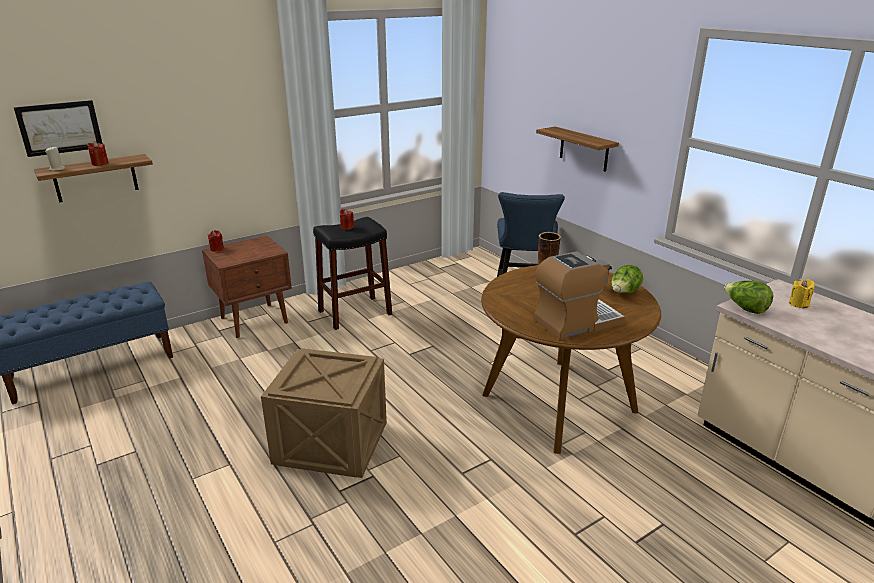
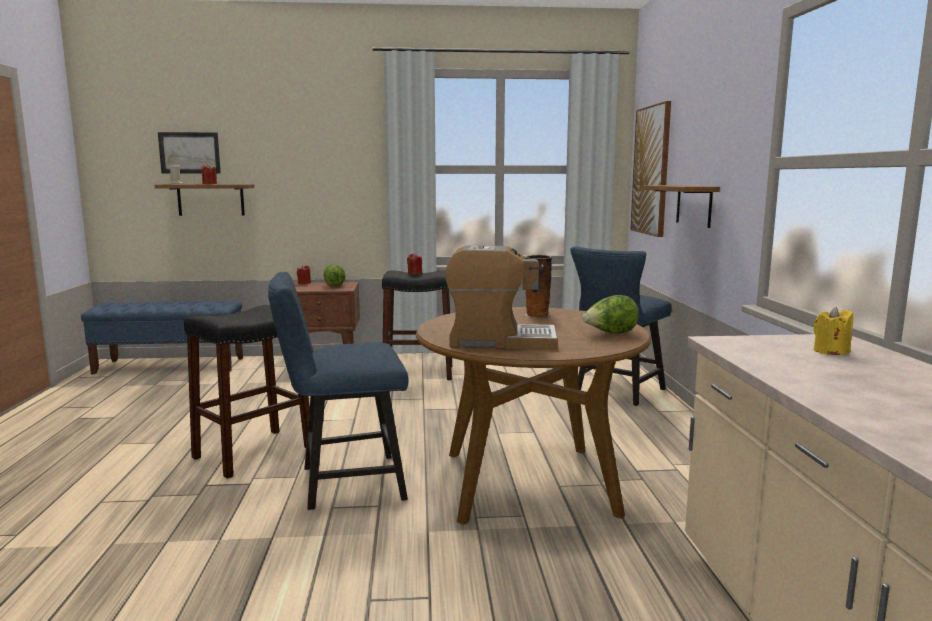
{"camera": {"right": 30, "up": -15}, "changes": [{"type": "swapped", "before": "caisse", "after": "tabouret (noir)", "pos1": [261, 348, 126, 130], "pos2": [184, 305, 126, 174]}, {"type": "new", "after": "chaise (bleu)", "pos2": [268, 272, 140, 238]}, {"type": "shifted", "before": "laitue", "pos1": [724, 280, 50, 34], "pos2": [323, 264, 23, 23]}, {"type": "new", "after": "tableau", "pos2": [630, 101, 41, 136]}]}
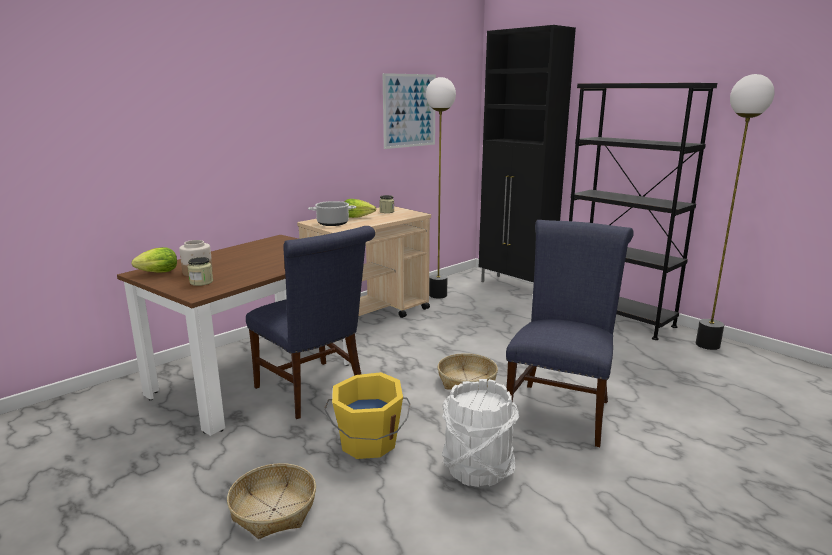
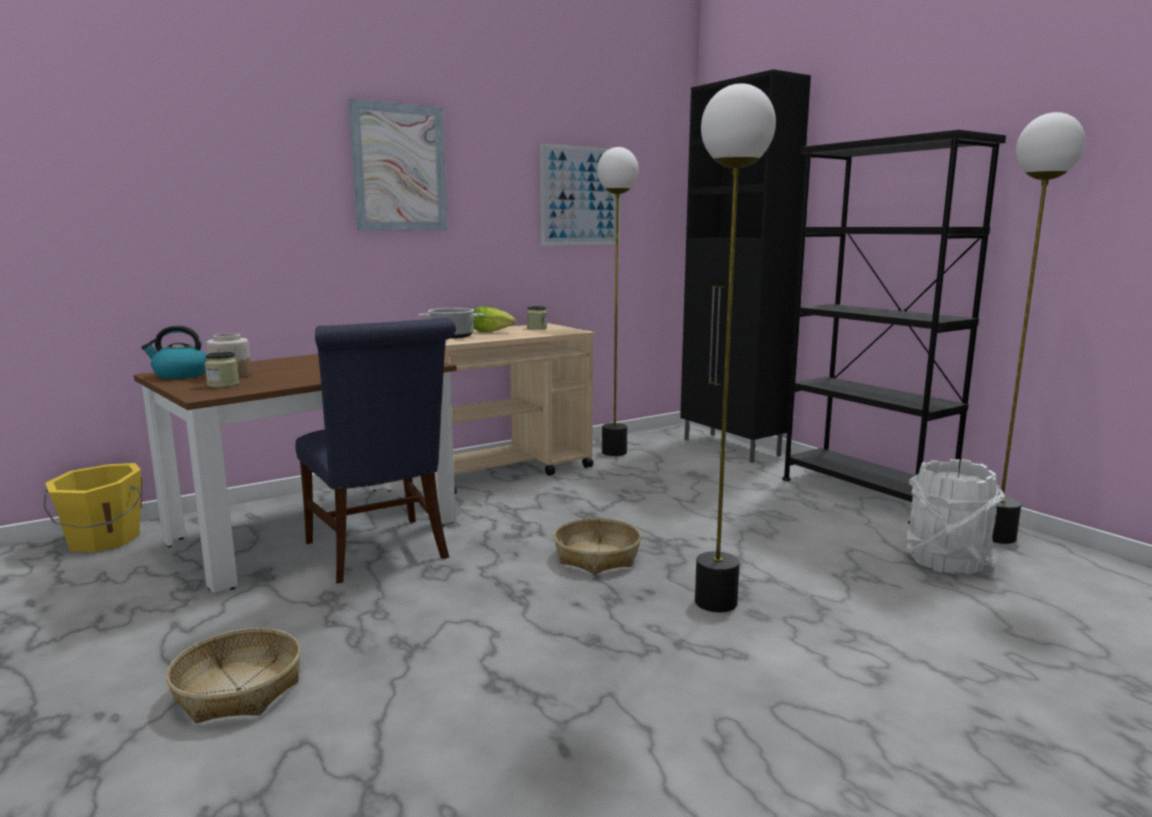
{"camera": {"right": 10, "up": -5}, "changes": [{"type": "shifted", "before": "seau (jaune)", "pos1": [324, 372, 86, 87], "pos2": [44, 463, 98, 89]}, {"type": "swapped", "before": "laitue", "after": "bouilloire", "pos1": [131, 247, 46, 25], "pos2": [141, 325, 66, 54]}, {"type": "new", "after": "tableau", "pos2": [348, 99, 100, 132]}, {"type": "swapped", "before": "chaise (bleu)", "after": "lampadaire", "pos1": [506, 220, 128, 227], "pos2": [695, 83, 81, 529]}, {"type": "shifted", "before": "seau (blanc)", "pos1": [442, 379, 77, 108], "pos2": [904, 459, 101, 115]}]}
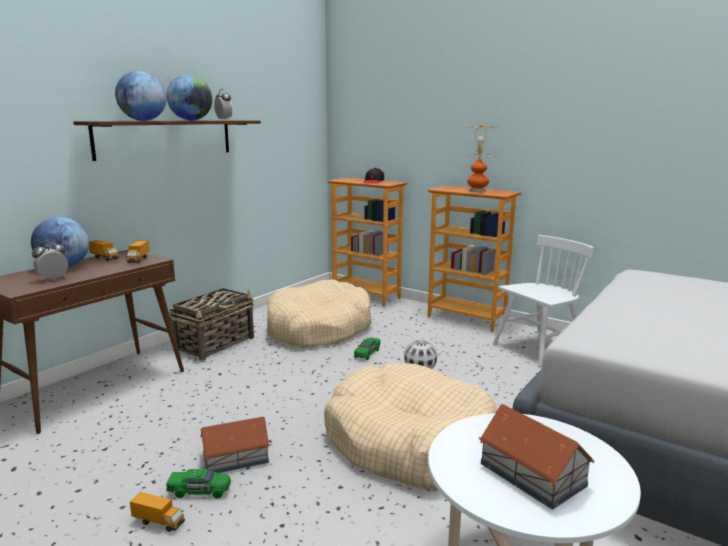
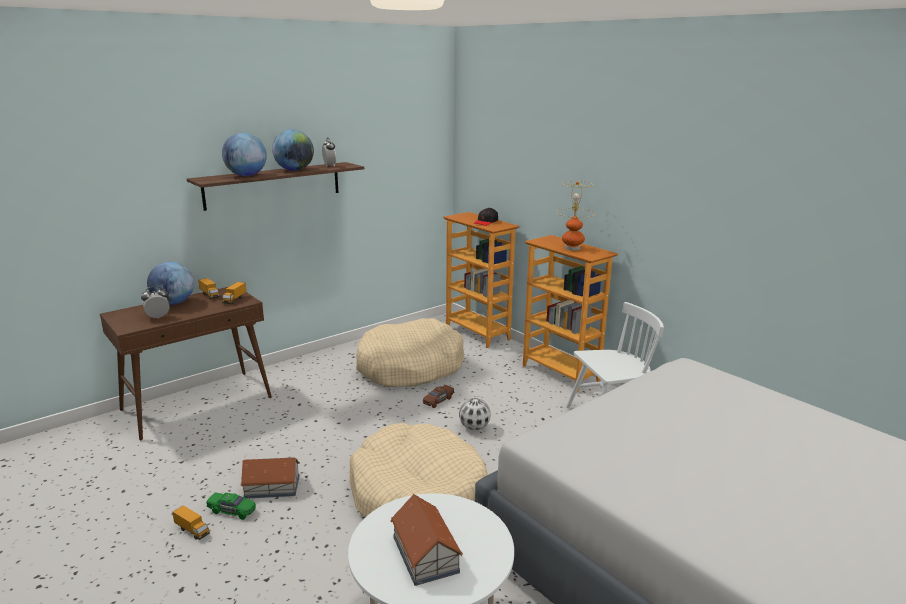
{"camera": {"right": 15, "up": 5}, "changes": [{"type": "repainted", "before": "petite voiture (vert)", "after": "petite voiture (marron)", "pos1": [354, 337, 27, 23], "pos2": [423, 385, 31, 23]}, {"type": "gone", "before": "panier", "pos1": [169, 288, 85, 73]}]}
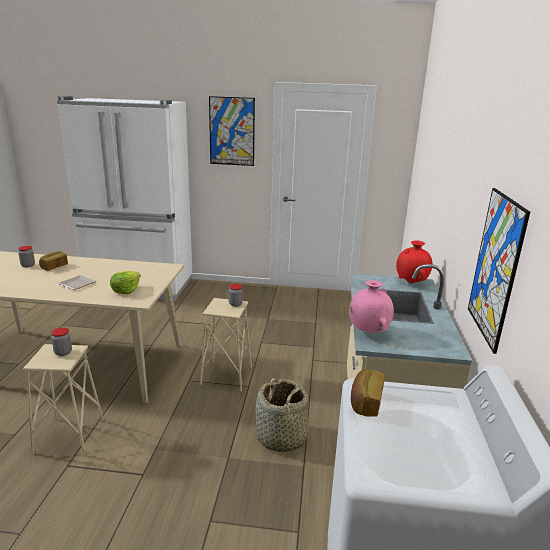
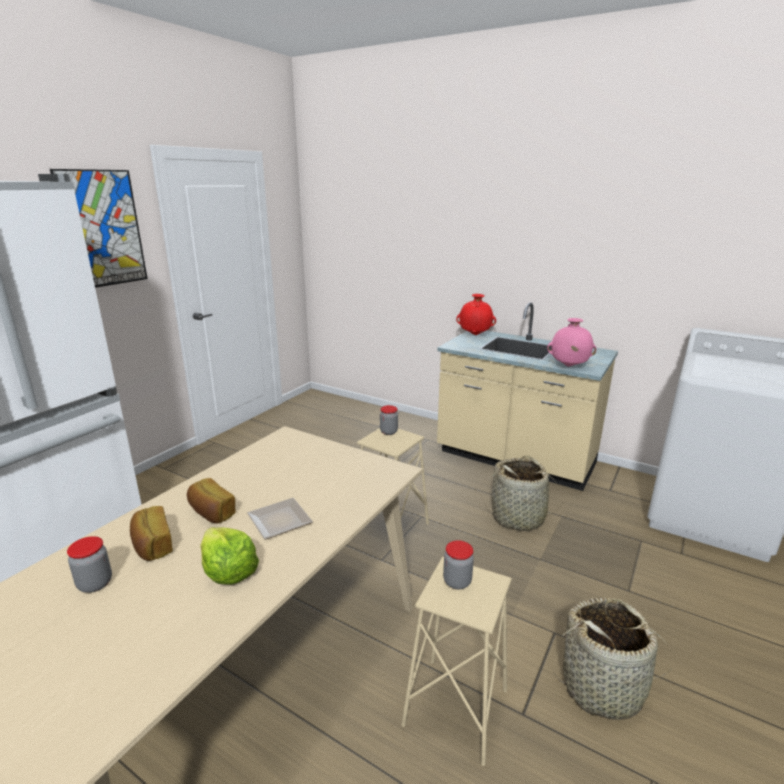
{"camera": {"right": -65, "up": 0}, "changes": [{"type": "shifted", "before": "pain", "pos1": [351, 369, 34, 48], "pos2": [187, 478, 49, 46]}, {"type": "shifted", "before": "laitue", "pos1": [110, 271, 31, 23], "pos2": [200, 527, 59, 57]}, {"type": "new", "after": "panier", "pos2": [553, 597, 122, 123]}, {"type": "gone", "before": "tableau", "pos1": [468, 188, 62, 166]}]}
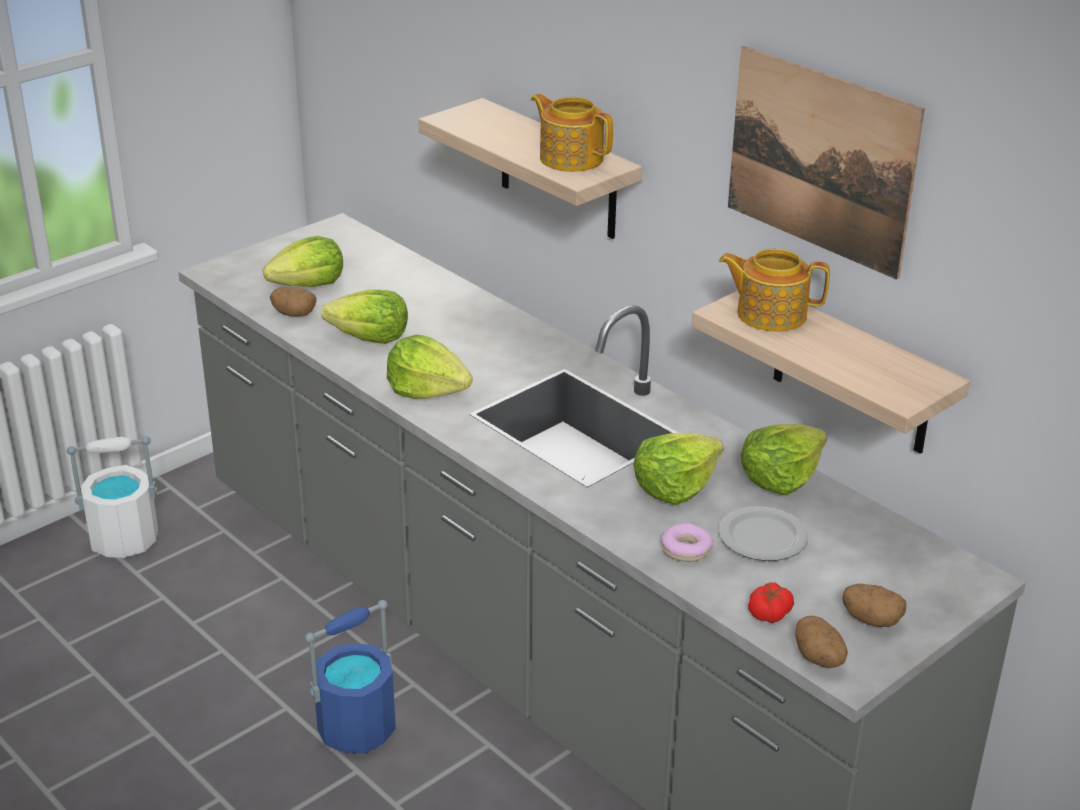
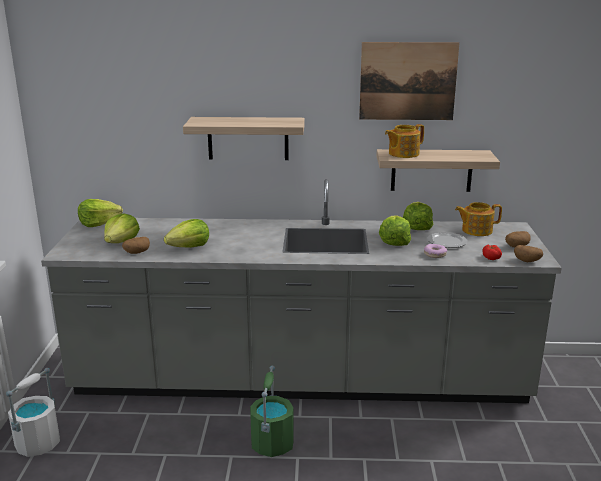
{"camera": {"right": -45, "up": -10}, "changes": [{"type": "shifted", "before": "laitue", "pos1": [387, 335, 86, 64], "pos2": [78, 199, 45, 28]}, {"type": "repainted", "before": "seau (bleu)", "after": "seau (vert)", "pos1": [305, 600, 91, 154], "pos2": [250, 366, 44, 91]}, {"type": "shifted", "before": "théière", "pos1": [531, 93, 82, 79], "pos2": [455, 202, 47, 34]}]}
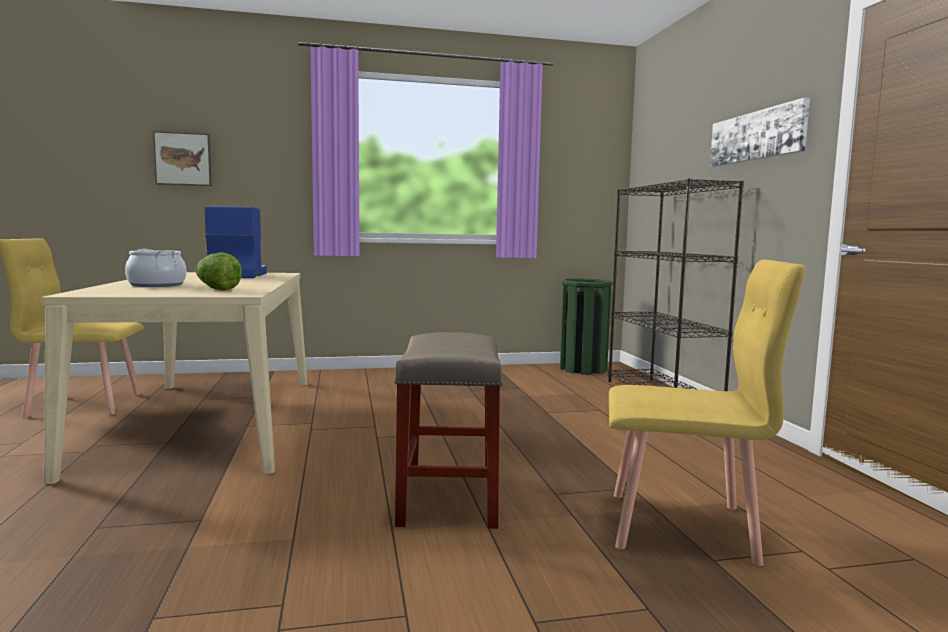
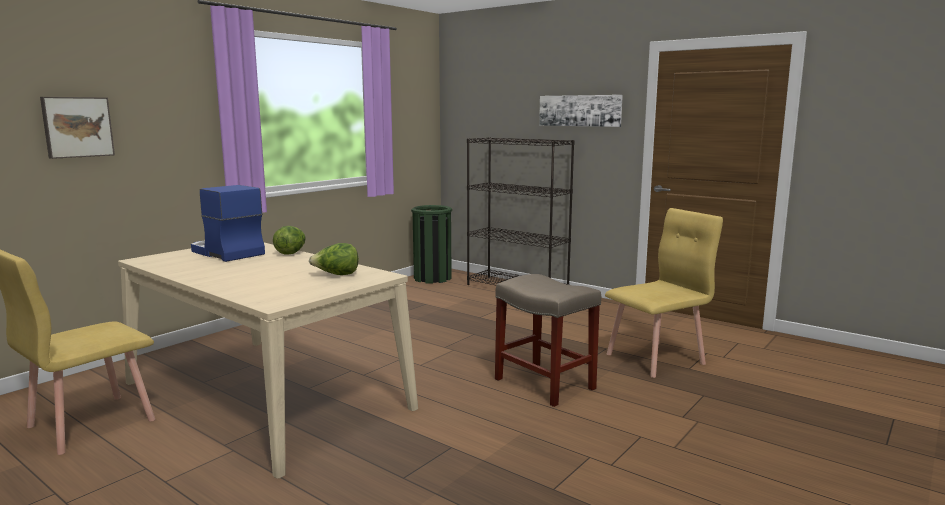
{"camera": {"right": -40, "up": 5}, "changes": [{"type": "new", "after": "laitue", "pos2": [273, 226, 33, 29]}, {"type": "gone", "before": "marmite", "pos1": [125, 249, 61, 38]}]}
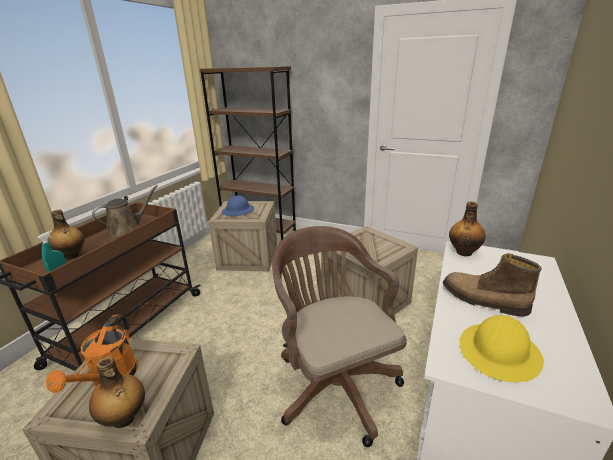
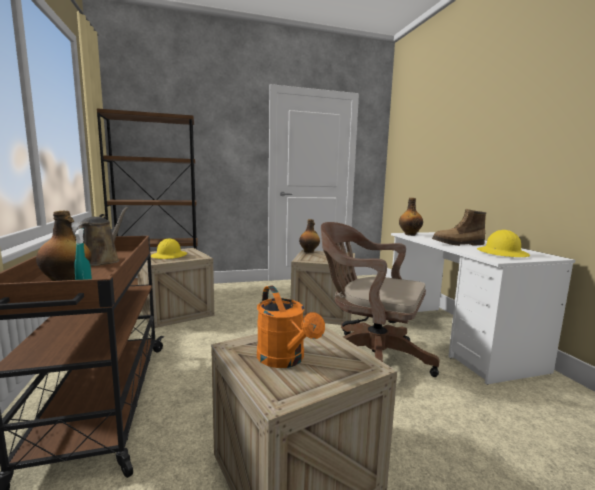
{"camera": {"right": -40, "up": -15}, "changes": [{"type": "repainted", "before": "casque de chantier (bleu)", "after": "casque de chantier (jaune)", "pos1": [222, 196, 33, 20], "pos2": [151, 238, 36, 21]}, {"type": "shifted", "before": "bouteille", "pos1": [89, 356, 56, 72], "pos2": [299, 219, 21, 34]}]}
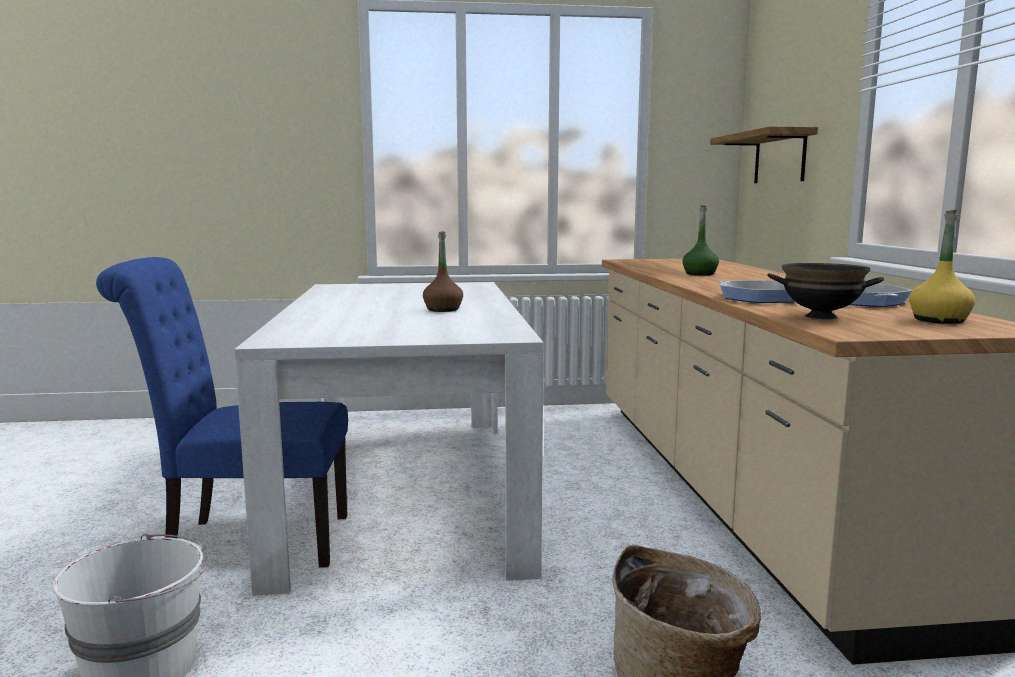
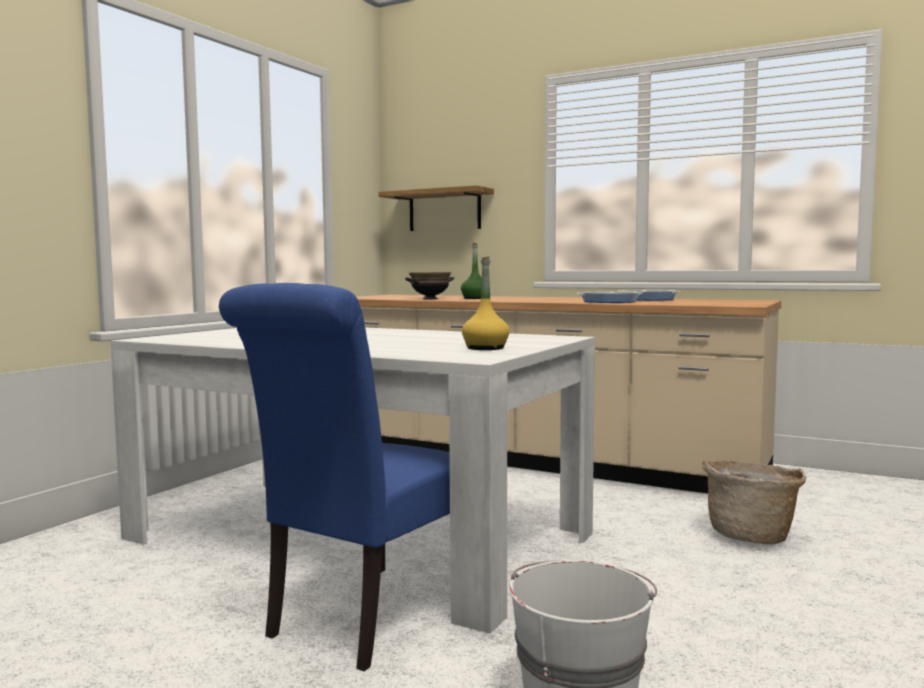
{"camera": {"right": -55, "up": -5}, "changes": [{"type": "shifted", "before": "bol (noir)", "pos1": [767, 263, 117, 56], "pos2": [405, 272, 49, 27]}, {"type": "shifted", "before": "bouteille (jaune)", "pos1": [909, 210, 66, 114], "pos2": [462, 256, 47, 94]}, {"type": "gone", "before": "bouteille (marron)", "pos1": [423, 231, 40, 81]}]}
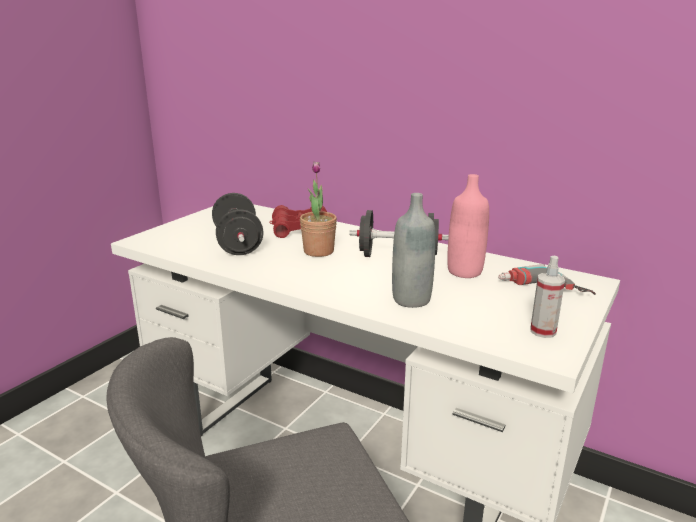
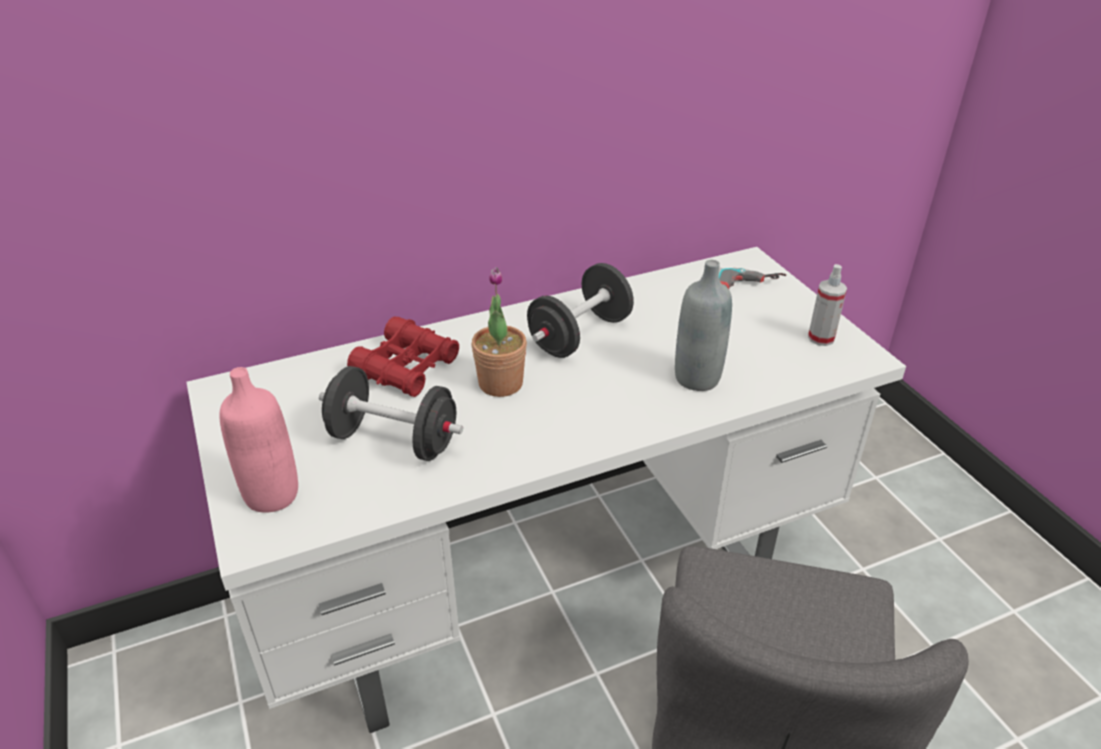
{"camera": {"right": -55, "up": 15}, "changes": [{"type": "shifted", "before": "bouteille (rose)", "pos1": [447, 174, 42, 104], "pos2": [219, 367, 79, 146]}]}
